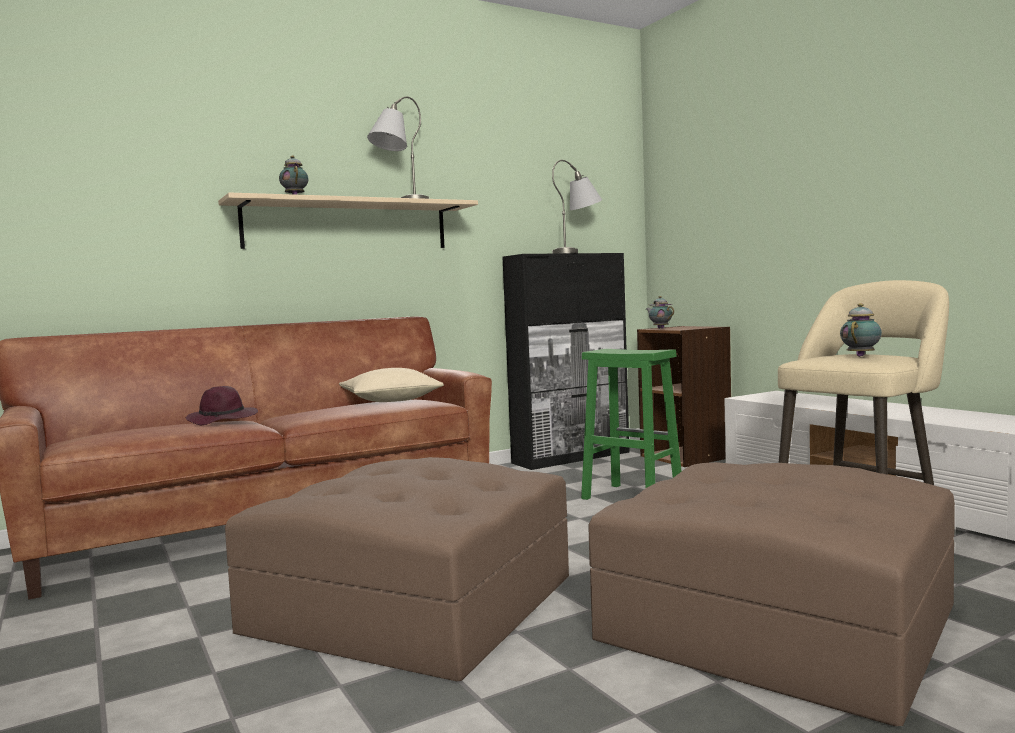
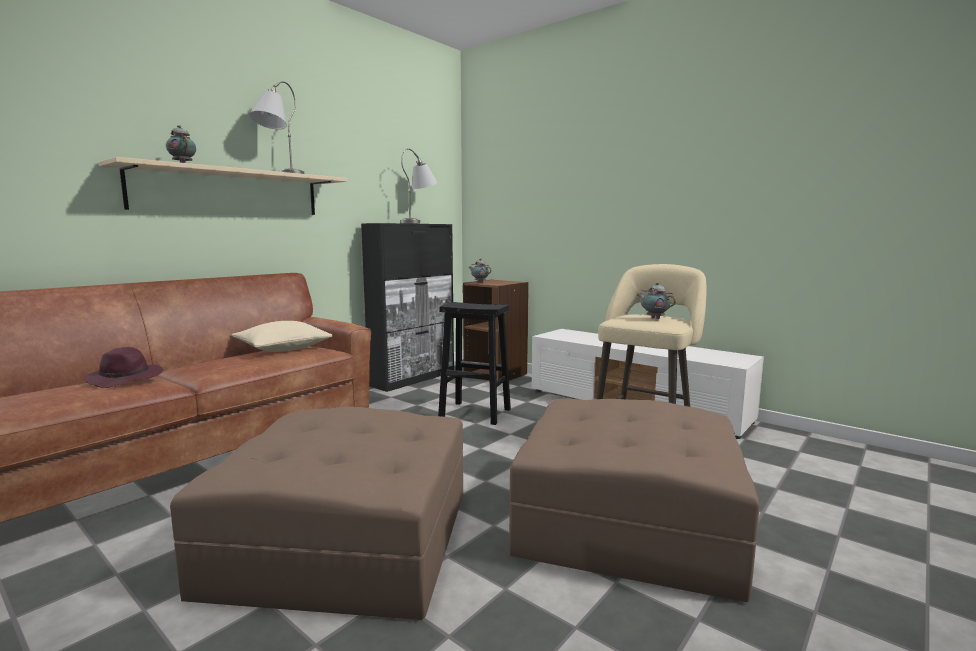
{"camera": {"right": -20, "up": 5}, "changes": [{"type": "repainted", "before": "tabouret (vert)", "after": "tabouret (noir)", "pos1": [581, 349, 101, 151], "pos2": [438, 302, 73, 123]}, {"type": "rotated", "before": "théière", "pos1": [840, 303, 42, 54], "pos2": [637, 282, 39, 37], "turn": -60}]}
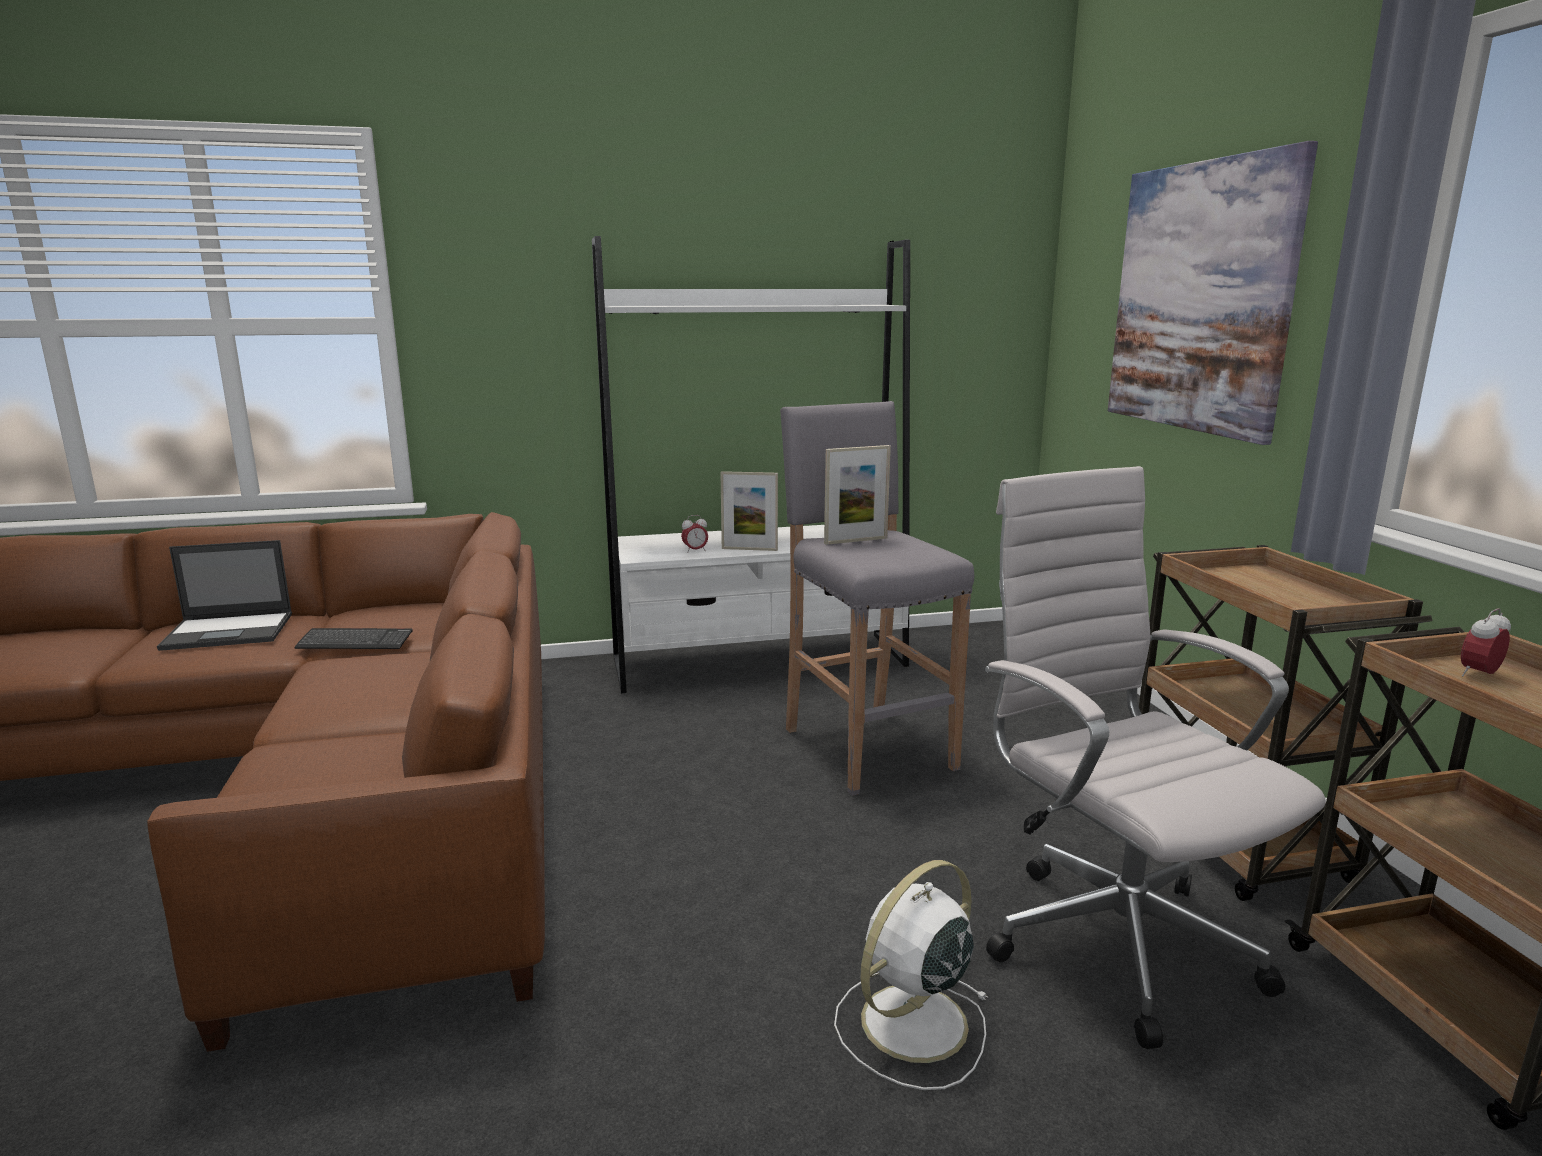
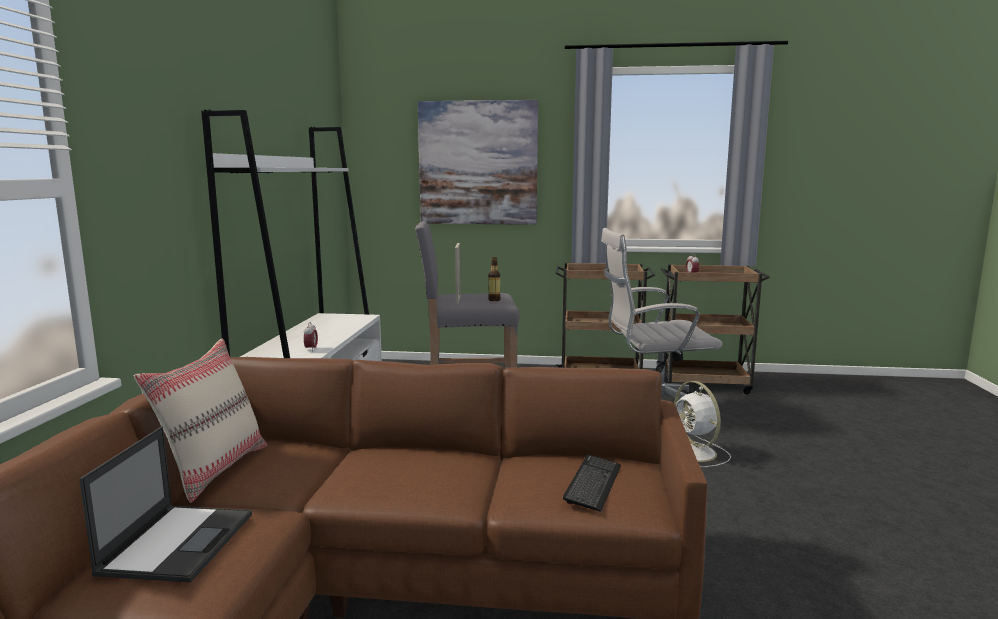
{"camera": {"right": -70, "up": -5}, "changes": [{"type": "new", "after": "coussin (beige)", "pos2": [134, 338, 133, 165]}, {"type": "new", "after": "bouteille", "pos2": [488, 257, 13, 44]}, {"type": "shifted", "before": "clavier", "pos1": [294, 628, 119, 21], "pos2": [563, 455, 58, 57]}, {"type": "gone", "before": "cadre photo", "pos1": [720, 471, 58, 80]}]}
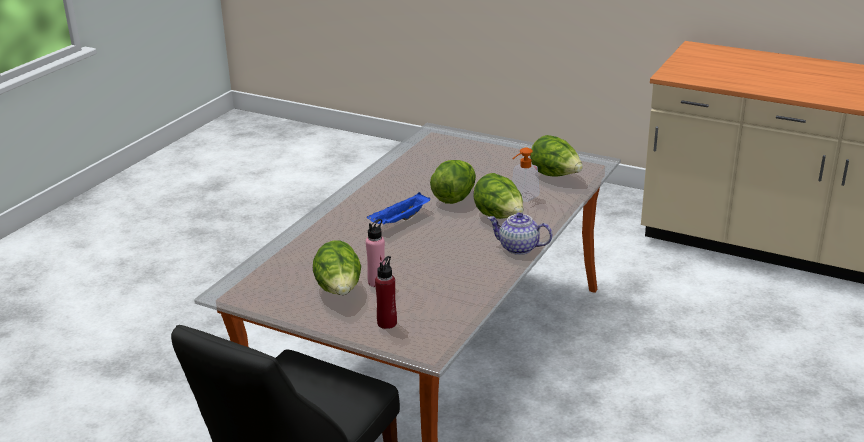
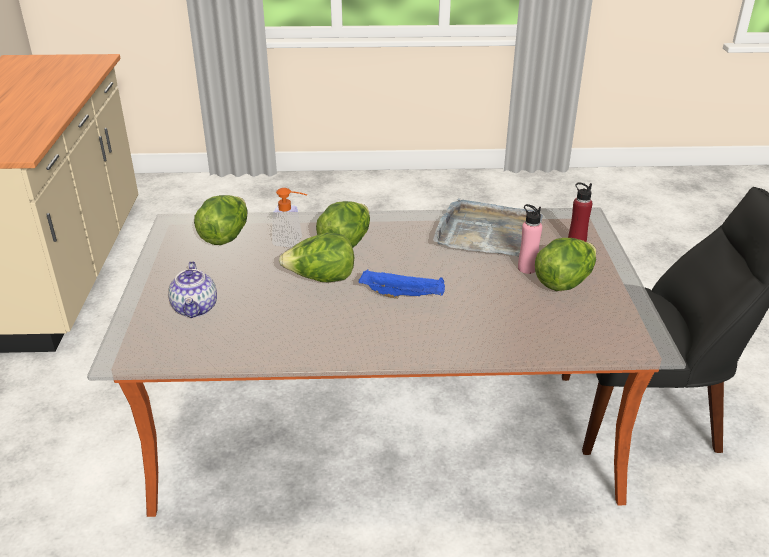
{"camera": {"right": -120, "up": 5}, "changes": [{"type": "shifted", "before": "théière", "pos1": [488, 212, 64, 43], "pos2": [168, 261, 49, 57]}, {"type": "new", "after": "plateau (gris)", "pos2": [433, 198, 110, 58]}]}
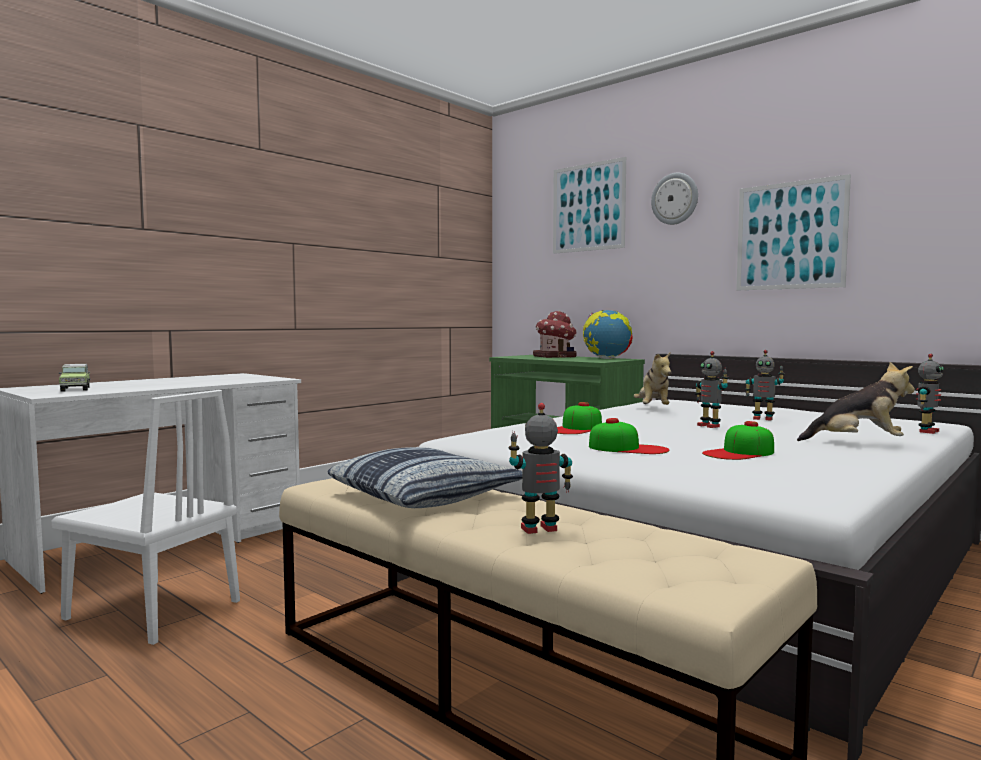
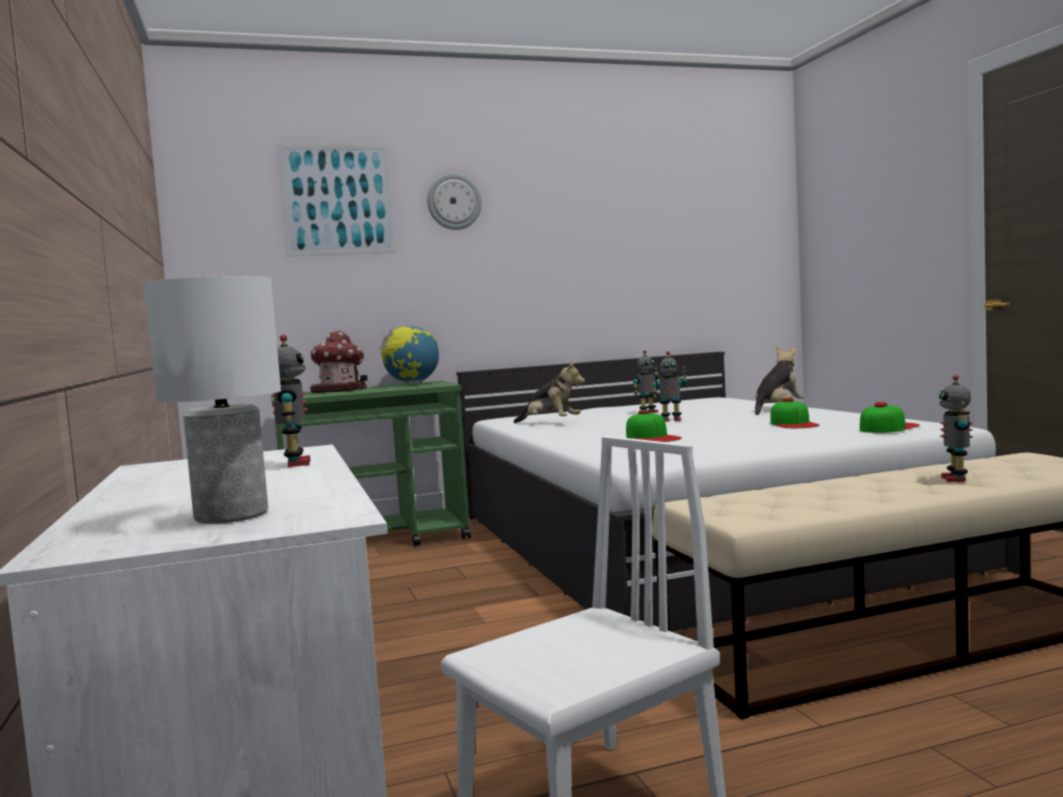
{"camera": {"right": -60, "up": 0}, "changes": [{"type": "swapped", "before": "petite voiture", "after": "lampe de table (blanc)", "pos1": [59, 364, 31, 28], "pos2": [144, 276, 137, 248]}, {"type": "shifted", "before": "robot jouet", "pos1": [915, 354, 29, 80], "pos2": [272, 335, 38, 132]}, {"type": "shifted", "before": "casquette", "pos1": [589, 418, 81, 36], "pos2": [860, 402, 59, 31]}, {"type": "gone", "before": "coussin", "pos1": [328, 447, 194, 61]}, {"type": "gone", "before": "tableau", "pos1": [736, 174, 115, 116]}]}
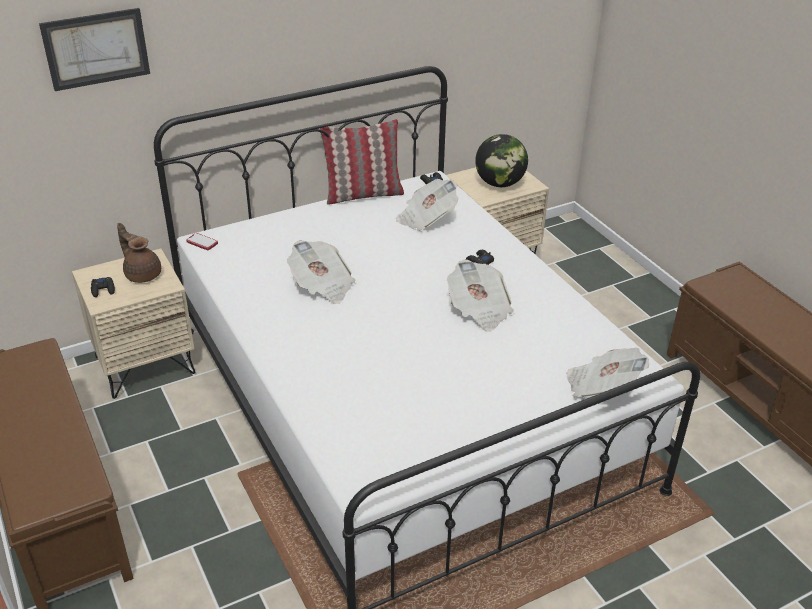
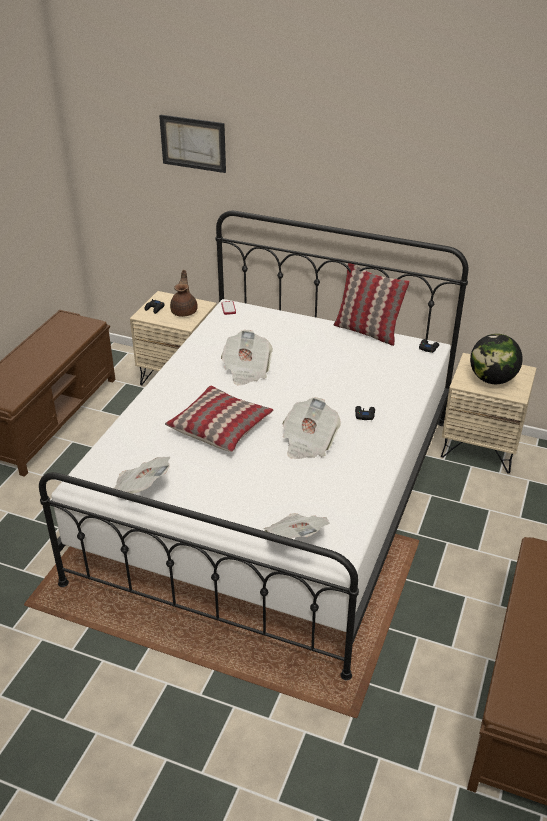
{"camera": {"right": 50, "up": 0}, "changes": [{"type": "shifted", "before": "journal", "pos1": [396, 179, 62, 52], "pos2": [114, 457, 56, 37]}, {"type": "new", "after": "coussin", "pos2": [165, 386, 108, 66]}]}
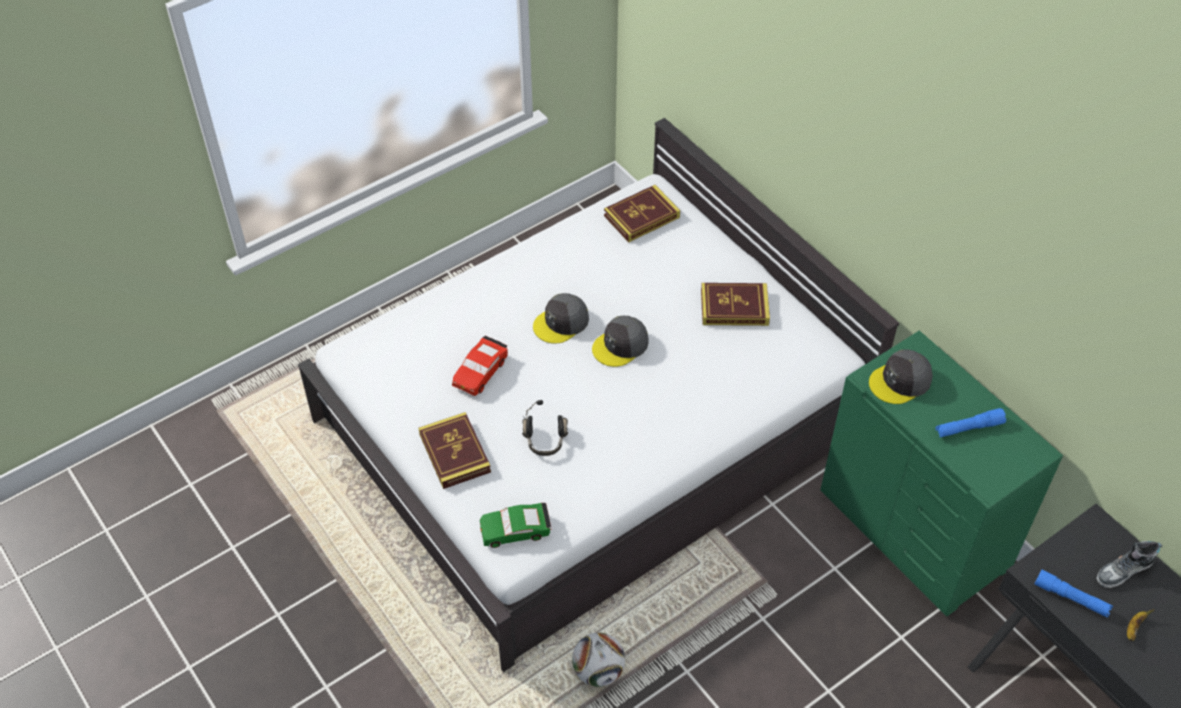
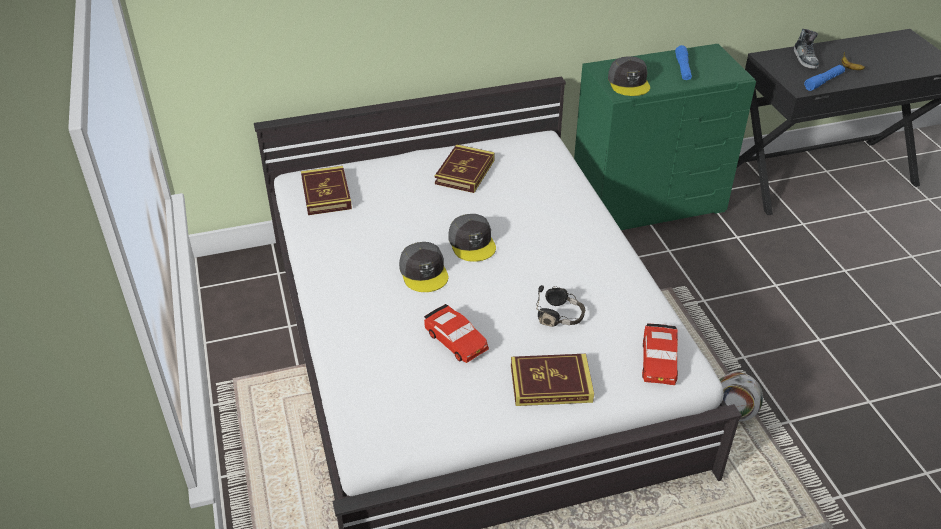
{"camera": {"right": -70, "up": -10}, "changes": [{"type": "repainted", "before": "petite voiture (vert)", "after": "petite voiture (rouge)", "pos1": [480, 503, 71, 45], "pos2": [642, 323, 36, 62]}]}
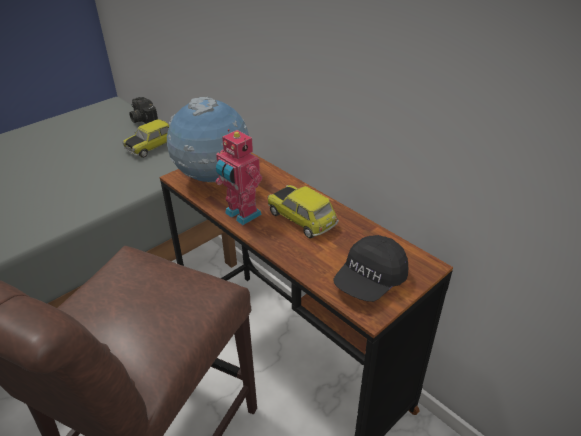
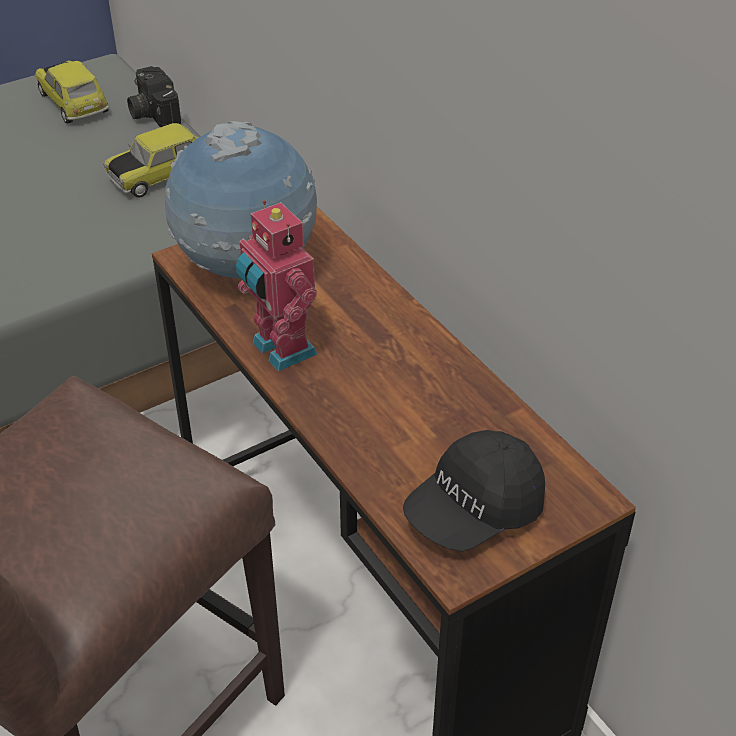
{"camera": {"right": 10, "up": 5}, "changes": [{"type": "shifted", "before": "petite voiture", "pos1": [268, 185, 71, 54], "pos2": [35, 60, 74, 64]}]}
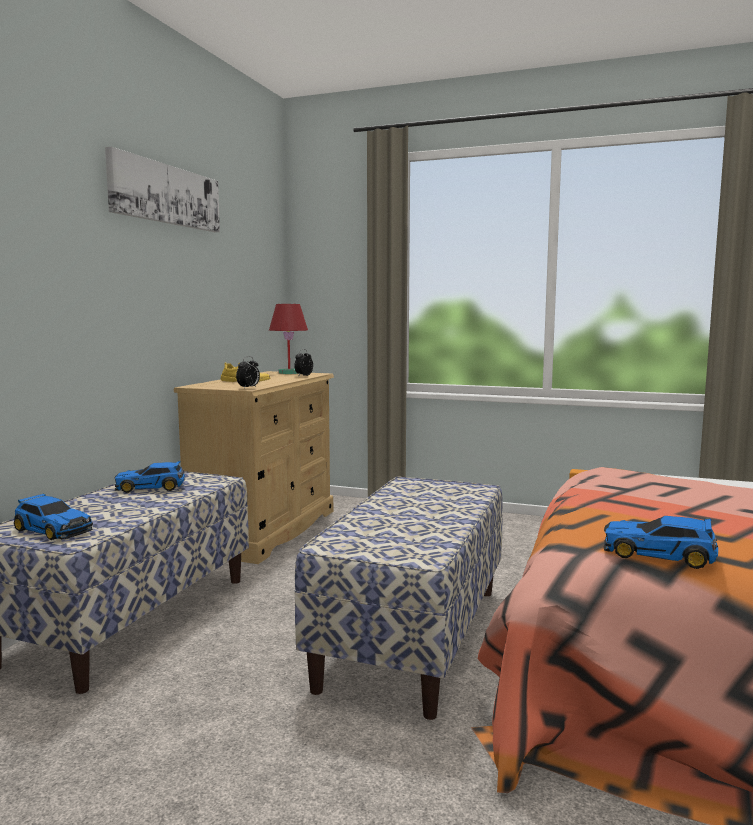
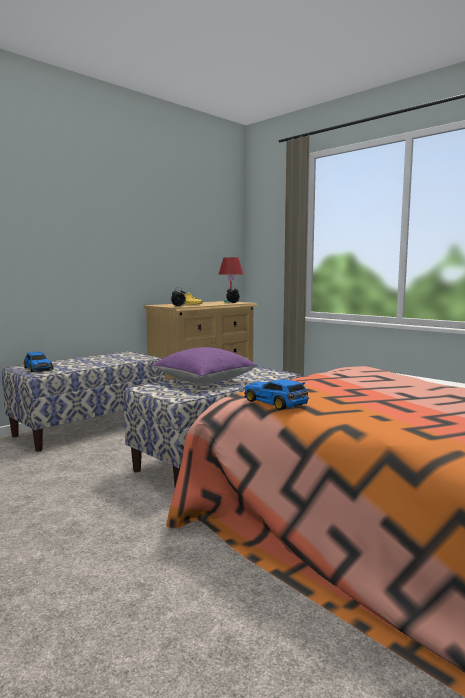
{"camera": {"right": 25, "up": 0}, "changes": [{"type": "new", "after": "coussin (violet)", "pos2": [152, 347, 105, 37]}, {"type": "gone", "before": "tableau", "pos1": [105, 147, 115, 85]}, {"type": "gone", "before": "petite voiture", "pos1": [114, 461, 71, 32]}]}
